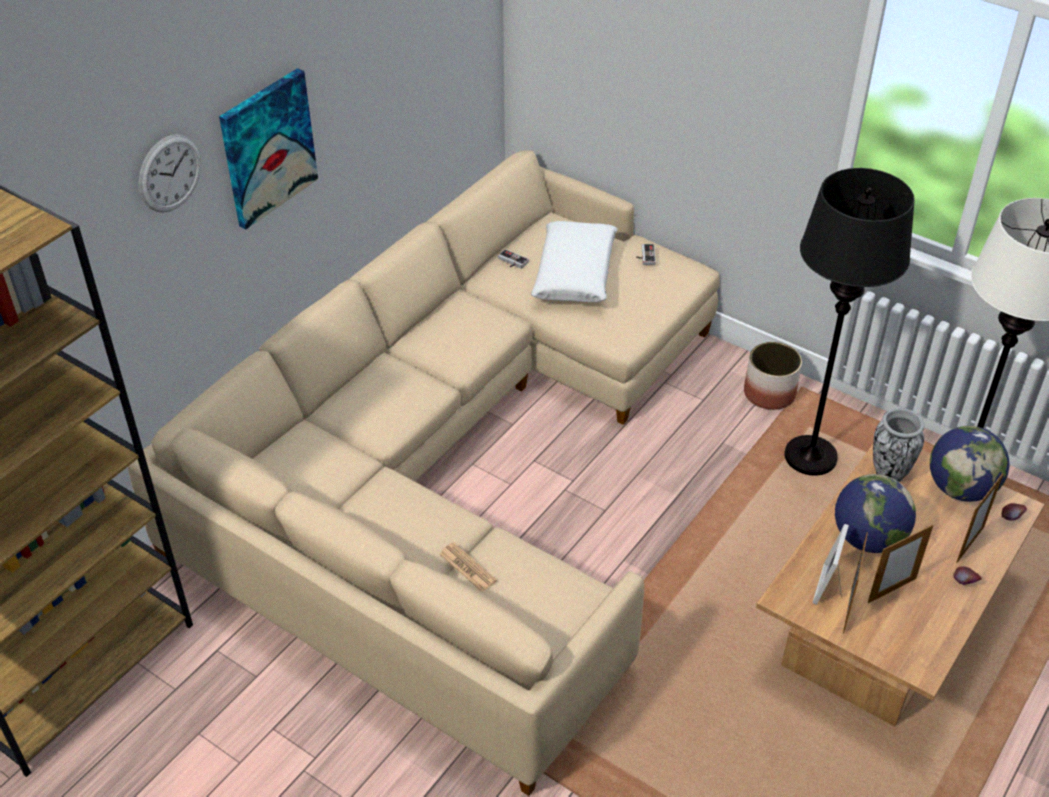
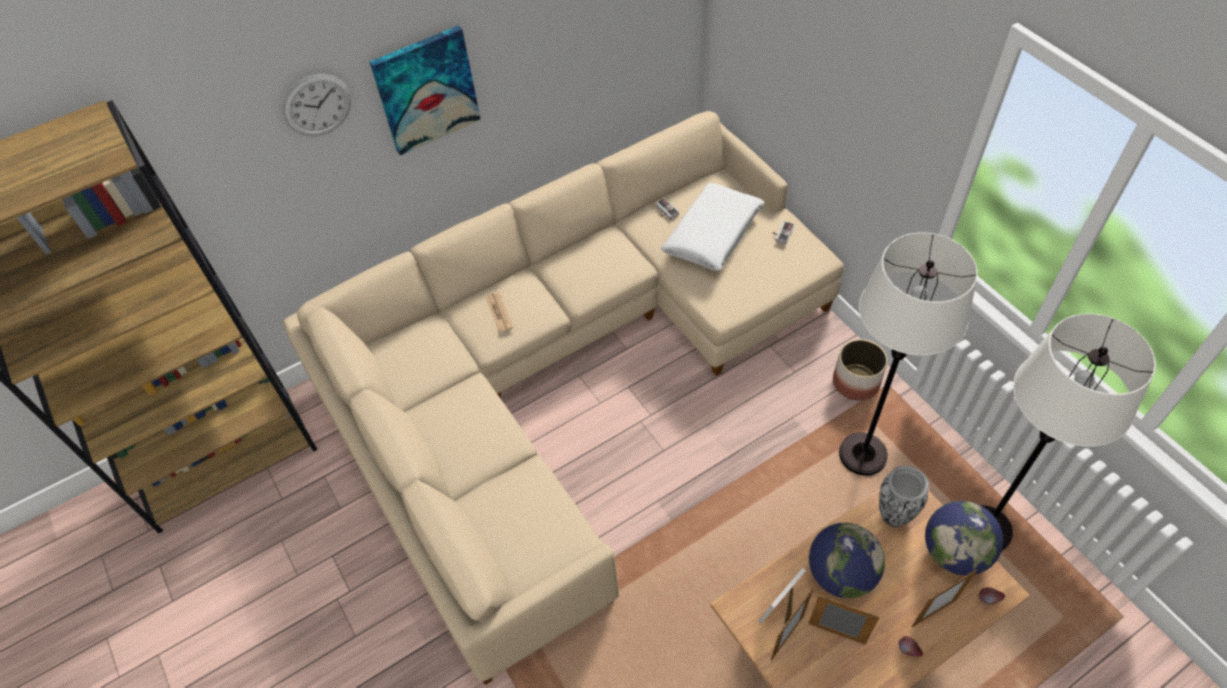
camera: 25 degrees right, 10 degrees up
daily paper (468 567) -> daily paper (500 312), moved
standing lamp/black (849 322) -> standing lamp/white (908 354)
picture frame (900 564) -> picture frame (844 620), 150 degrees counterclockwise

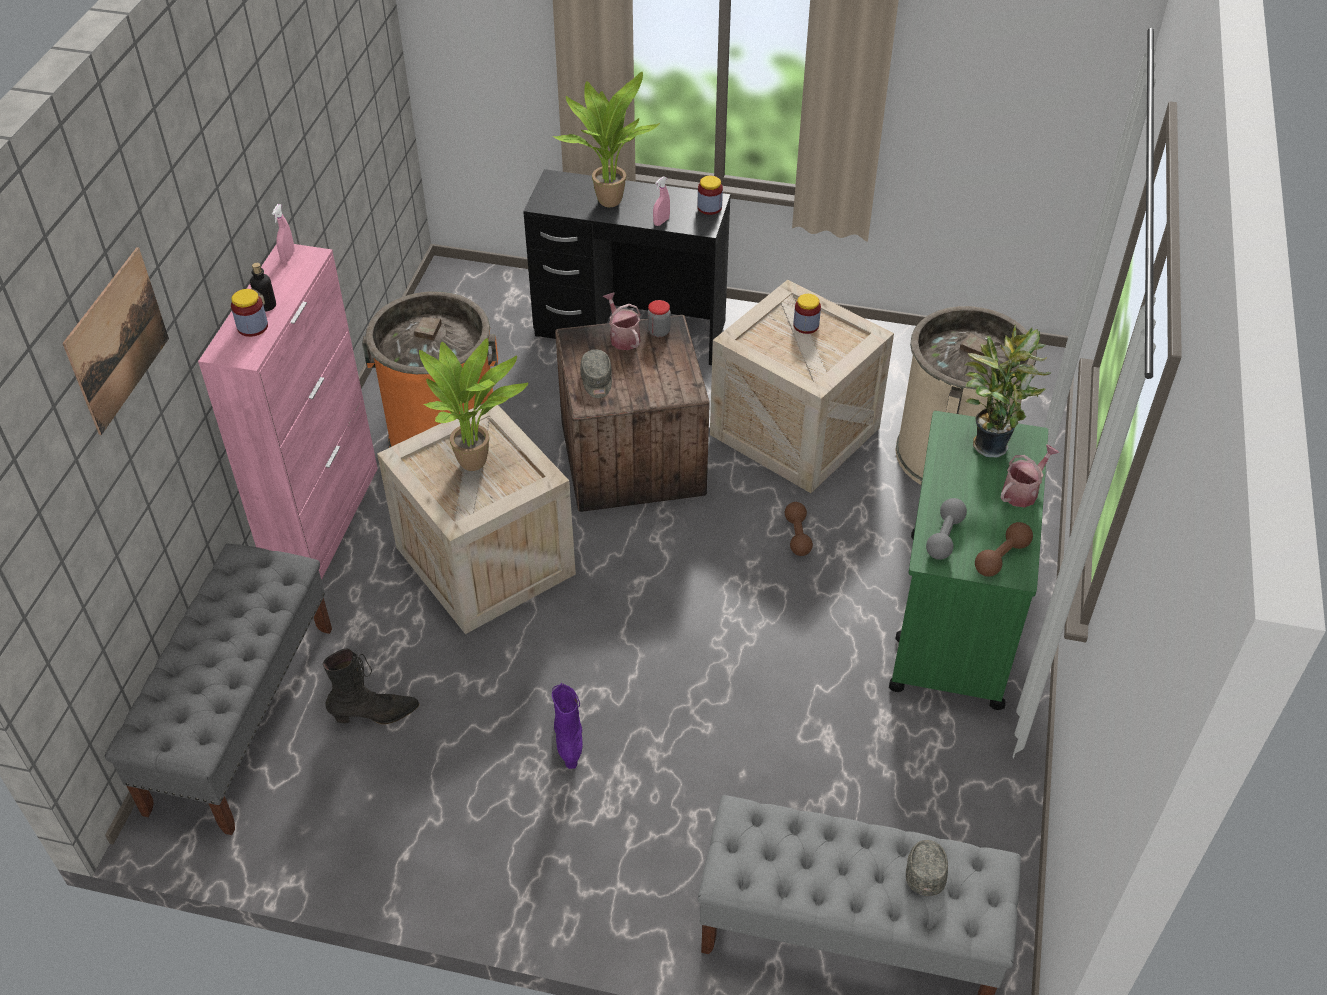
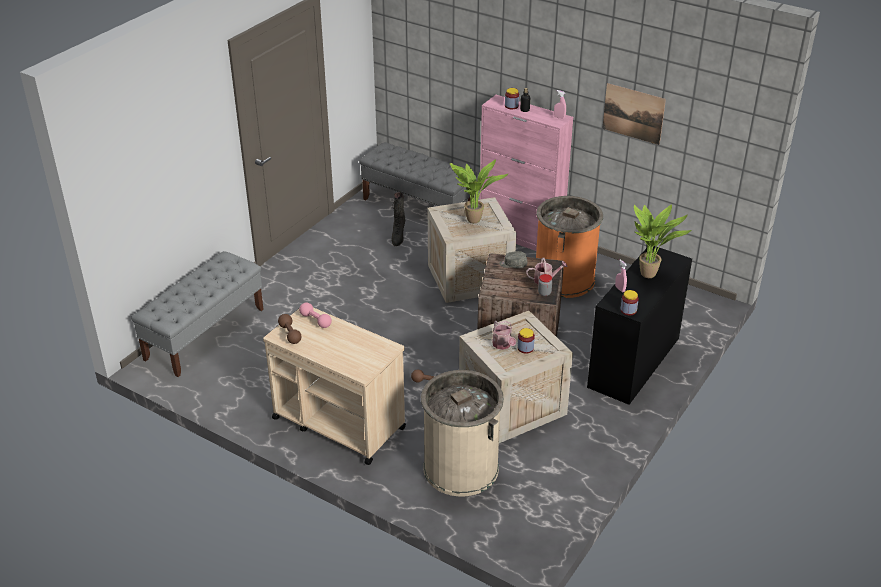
camera: 110 degrees right, 10 degrees down
boot/purple-coloured (567 726) -> none
cap/gray (927 868) -> none
potted plant (1008 391) -> none
wall picture (116 341) -> wall picture (634 114), moved
watering can (1029 476) -> watering can (504 335), moved
trolley/green-coloured (968 560) -> trolley/beige-coloured (334 386)
free weight/gray (946 529) -> free weight/pink (315 315)

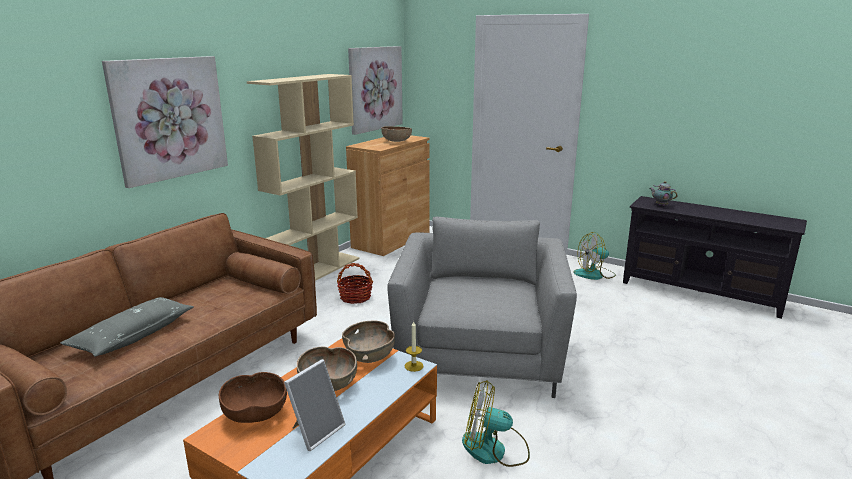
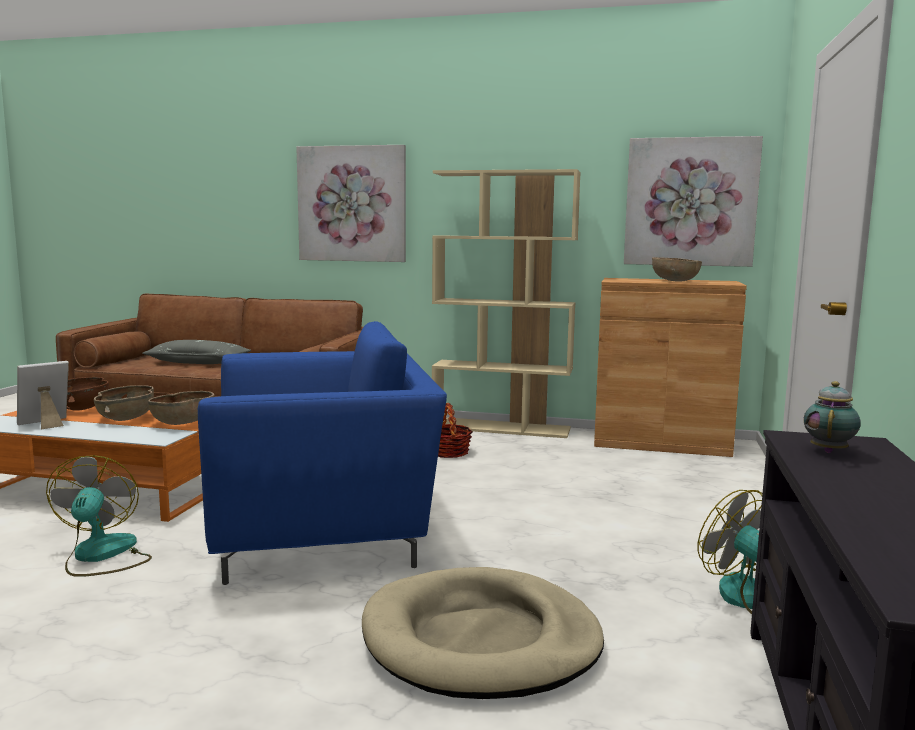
camera: 70 degrees right, 10 degrees down
wax light (413 346) -> none
none -> pet bed/beige-coloured (483 633)
lounge chair/gray (482 307) -> lounge chair/bluish (322 453)
picture frame (315 405) -> picture frame (43 395), 120 degrees clockwise

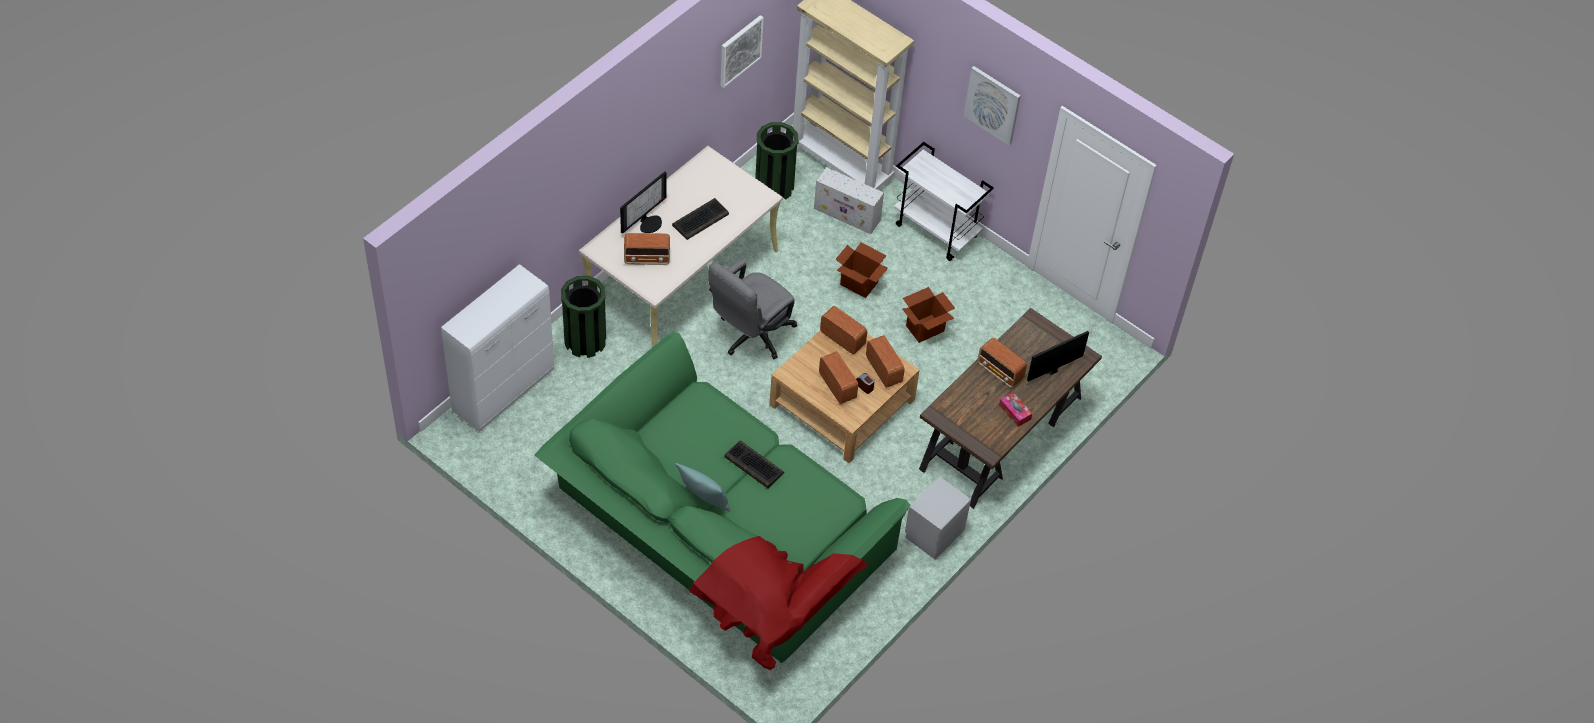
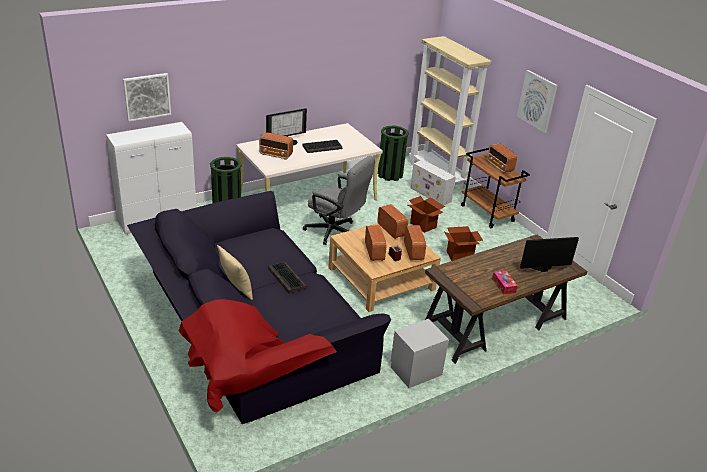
camera: 20 degrees right, 20 degrees down
wall picture (742 51) -> wall picture (147 97), moved
radio receiver (1002 363) -> radio receiver (502 158), moved
couch/green-coloured (722 500) -> couch/black (259 307)
throw pillow/blue-green (703 487) -> throw pillow/beige-coloured (235 272)
trolley/white (944 201) -> trolley/brownish (495 188)
office chair/gray (752 309) -> office chair/gray (339 200), 120 degrees counterclockwise

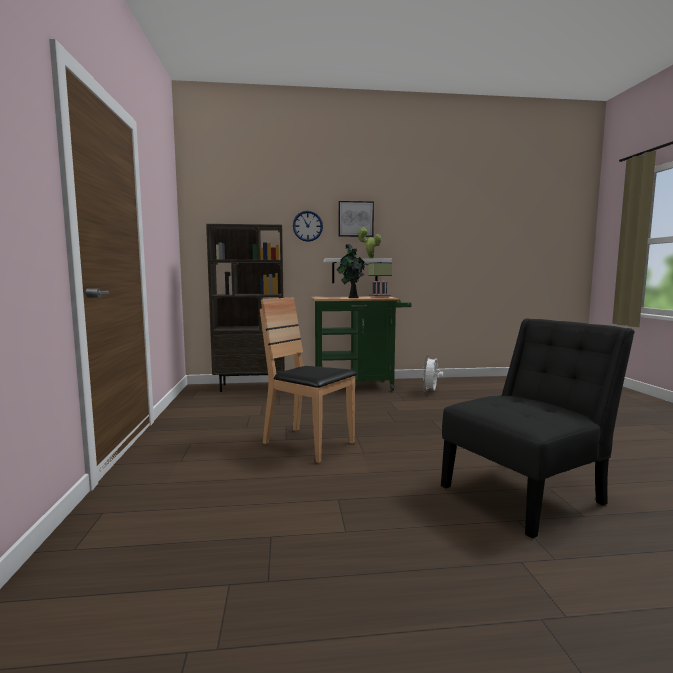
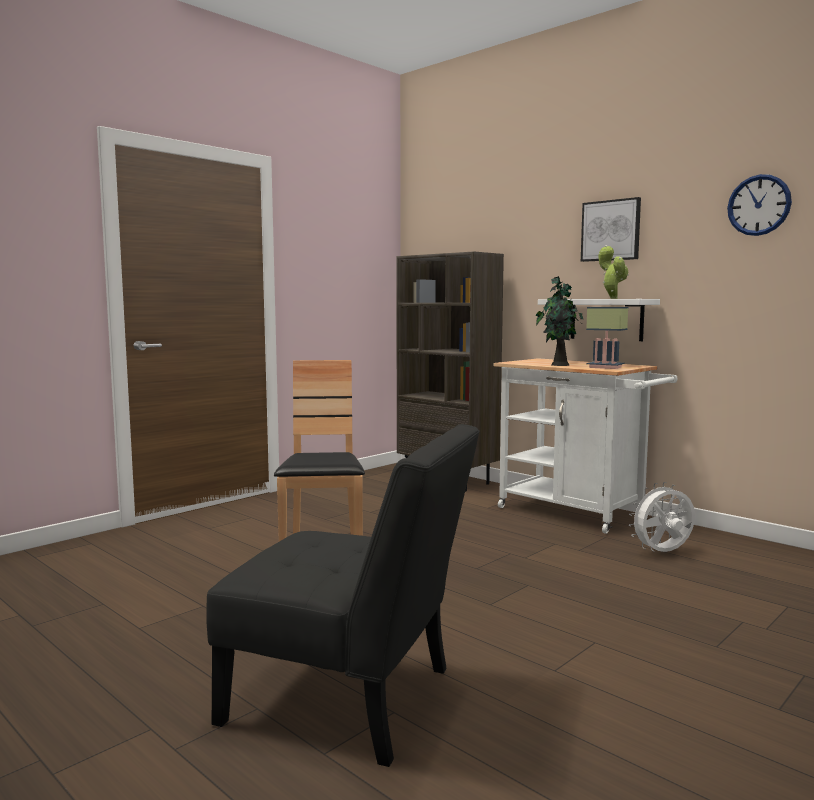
camera: 50 degrees right, 0 degrees up
clock on the wall (308 226) -> clock on the wall (759 205), moved
trolley/green-coloured (361 343) -> trolley/white (585 446)

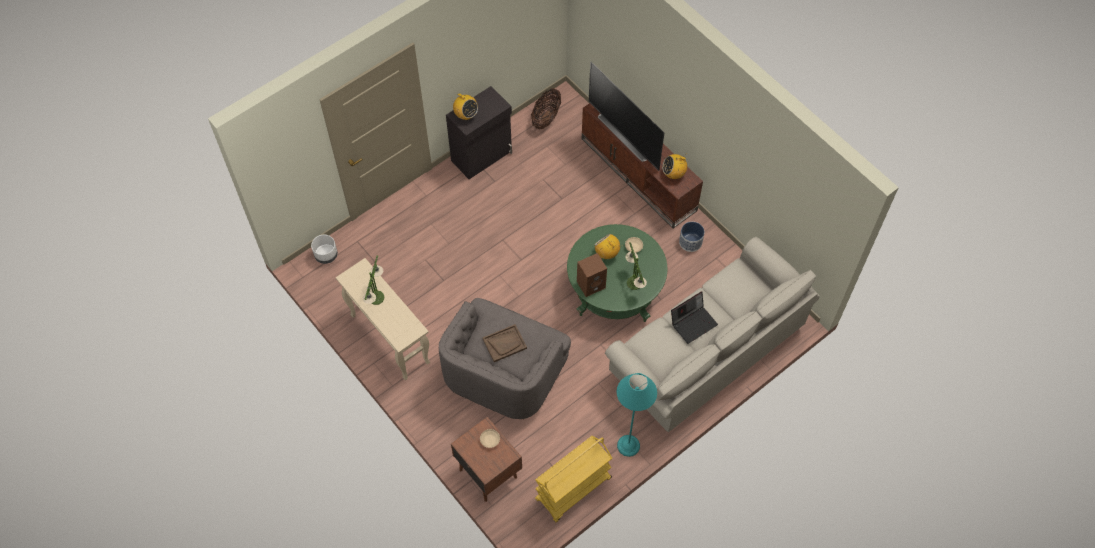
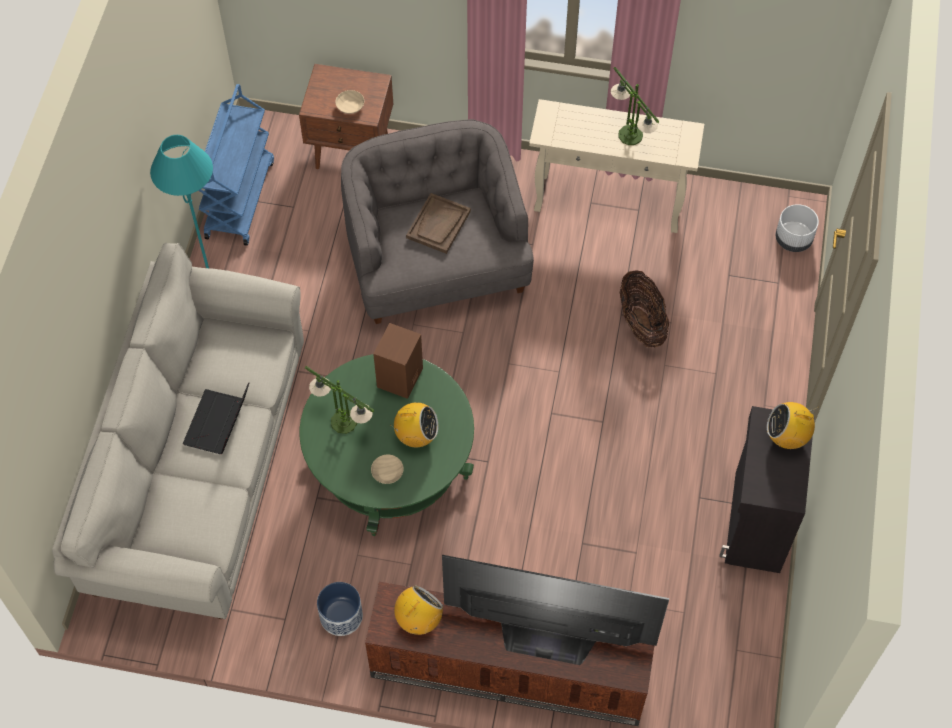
camera: 140 degrees right, 0 degrees up
storage basket (546 108) -> storage basket (644 309), moved
trolley/yellowish (573 479) -> trolley/bluish (236 165)

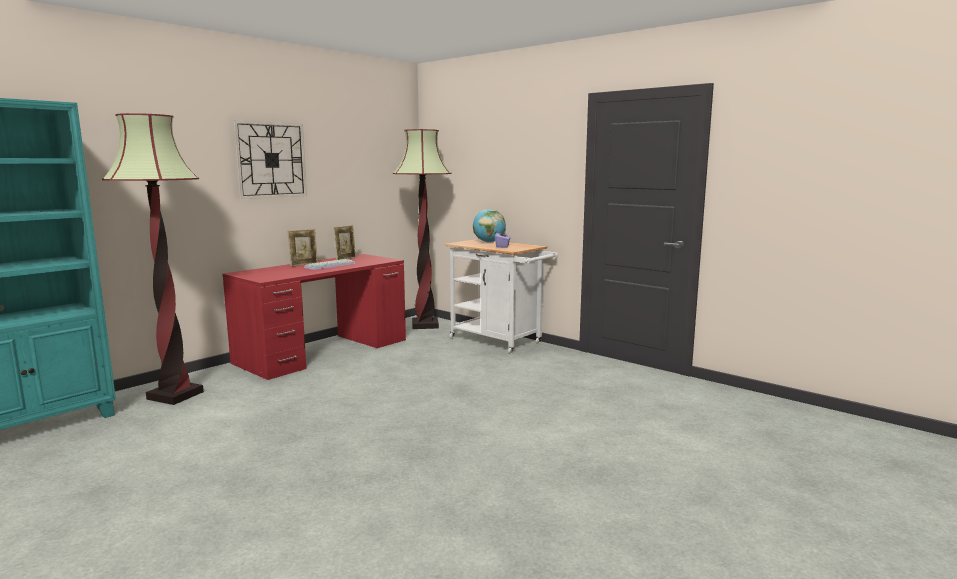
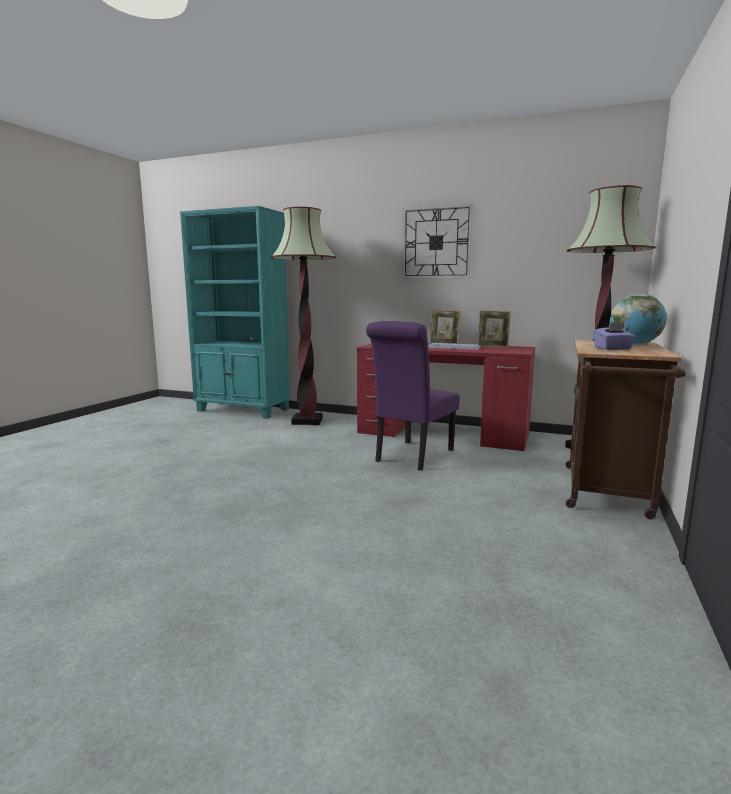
camera: 70 degrees right, 0 degrees up
none -> chair/purple-coloured (413 396)
trolley/white (501 296) -> trolley/brownish (625 429)

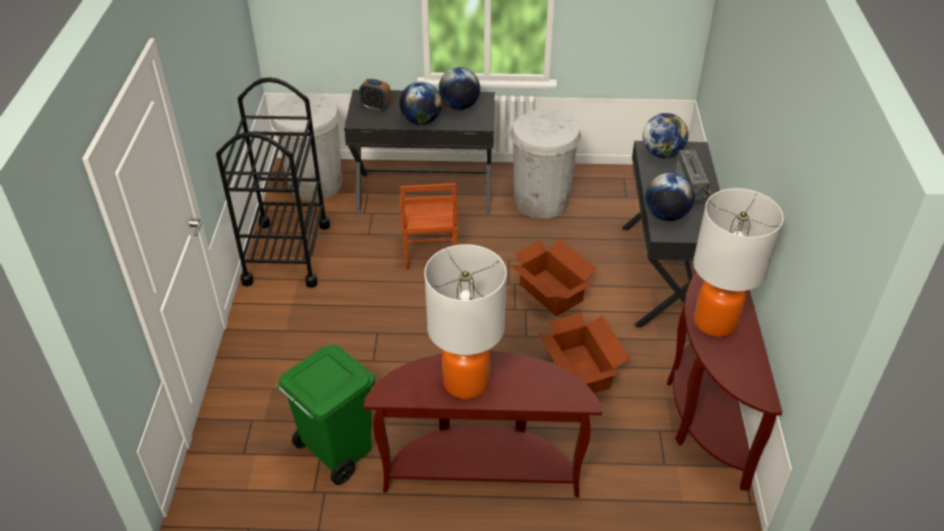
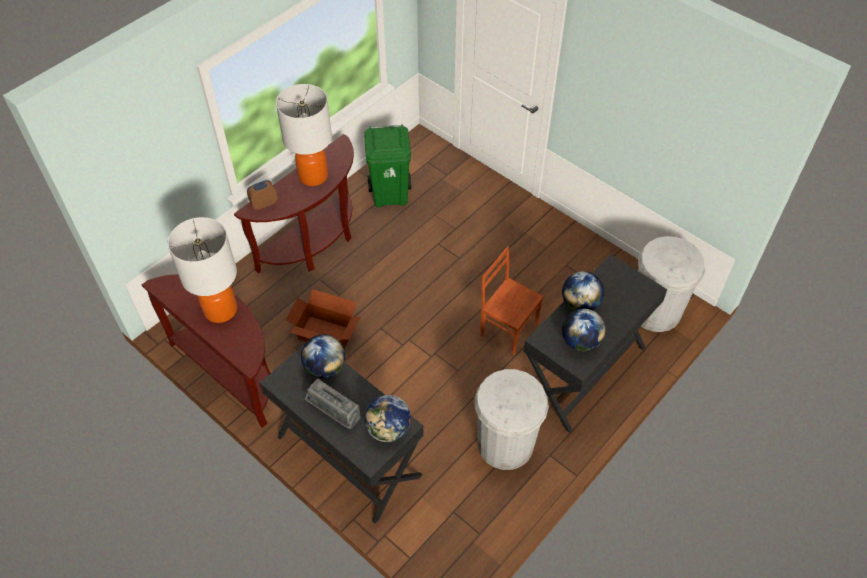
camera: 130 degrees right, 10 degrees up
trolley/black (273 182) -> none
cardboard box (553 277) -> none
alarm clock (375 95) -> alarm clock (262 195), moved

